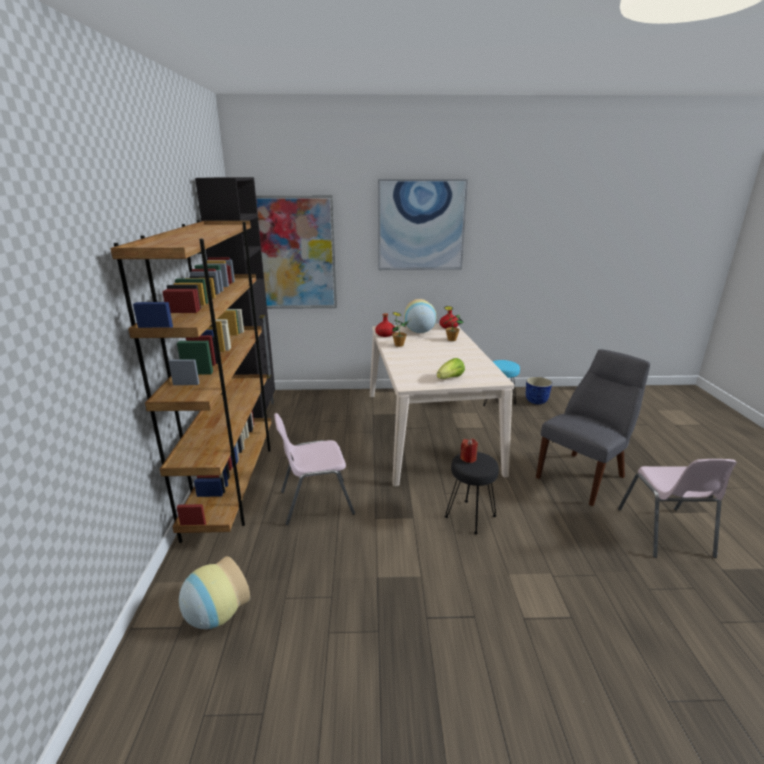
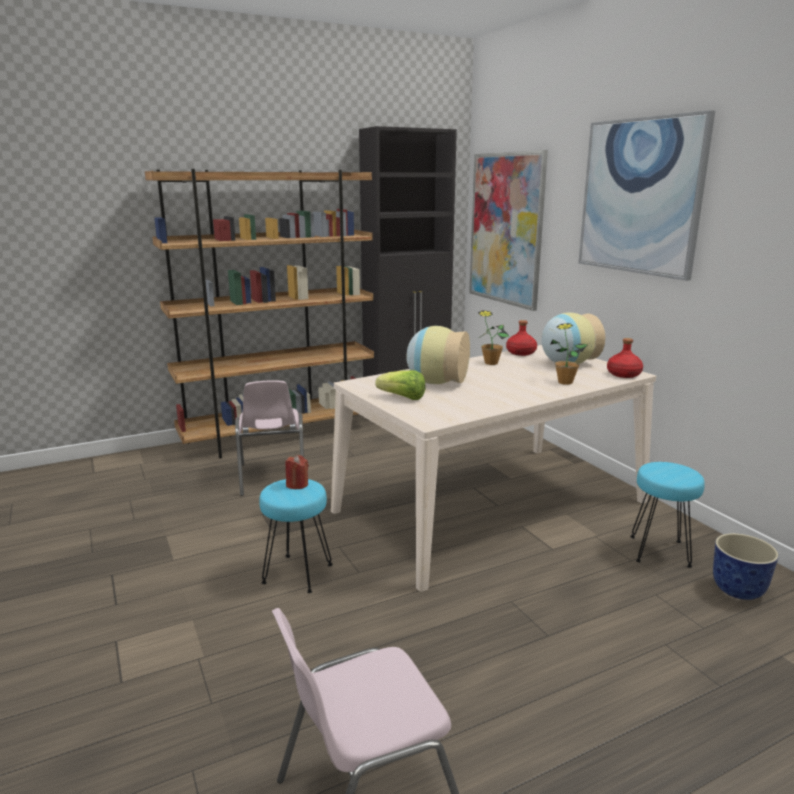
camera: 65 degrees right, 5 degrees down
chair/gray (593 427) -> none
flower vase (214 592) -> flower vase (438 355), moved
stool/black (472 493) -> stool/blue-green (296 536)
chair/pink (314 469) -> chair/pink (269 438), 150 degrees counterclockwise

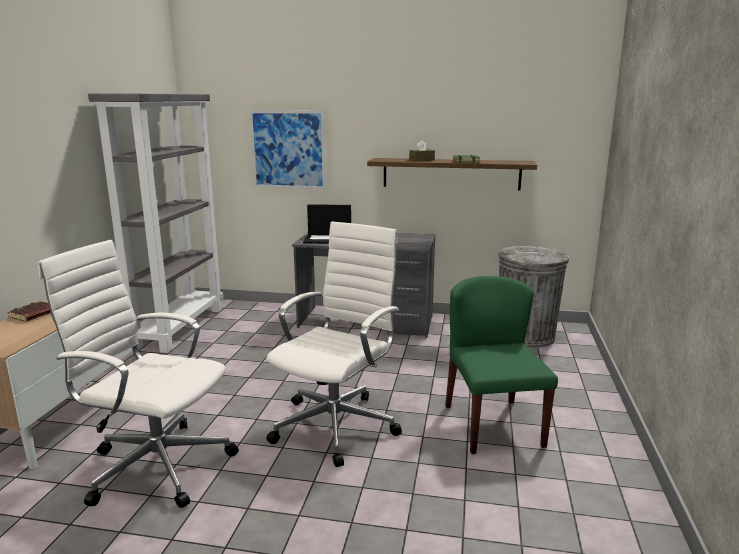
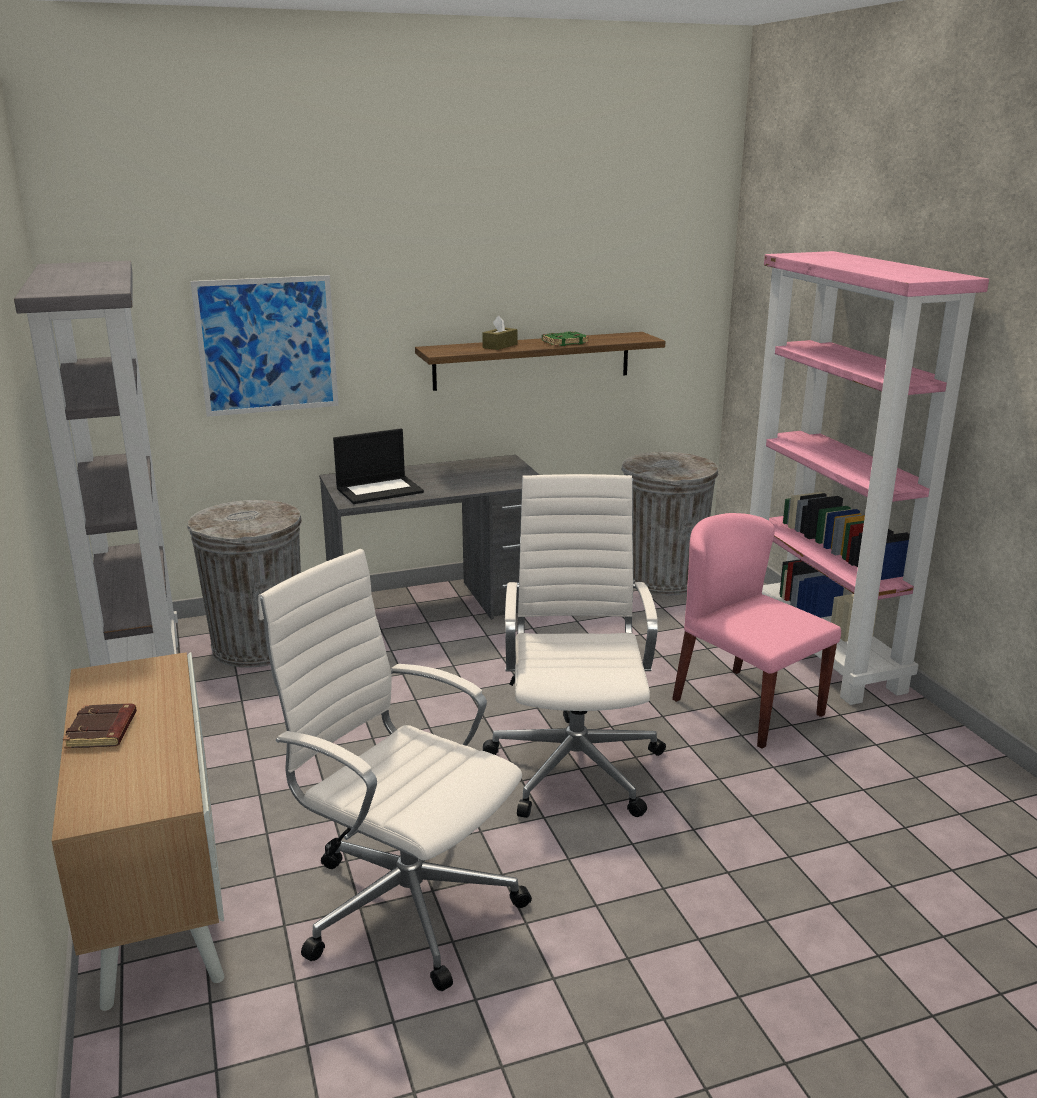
camera: 30 degrees left, 5 degrees up
none -> trash can/gray (244 584)
none -> shelving unit/pink (869 478)
chair/green-coloured (501 365) -> chair/pink (756 631)
office chair/white (138 374) -> office chair/white (395 770), 45 degrees clockwise

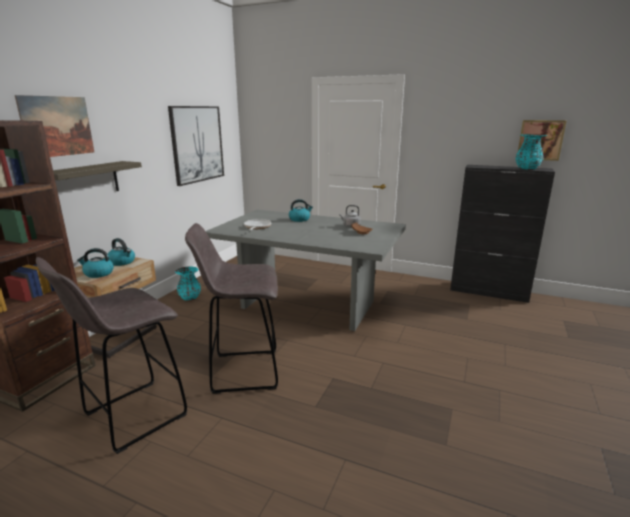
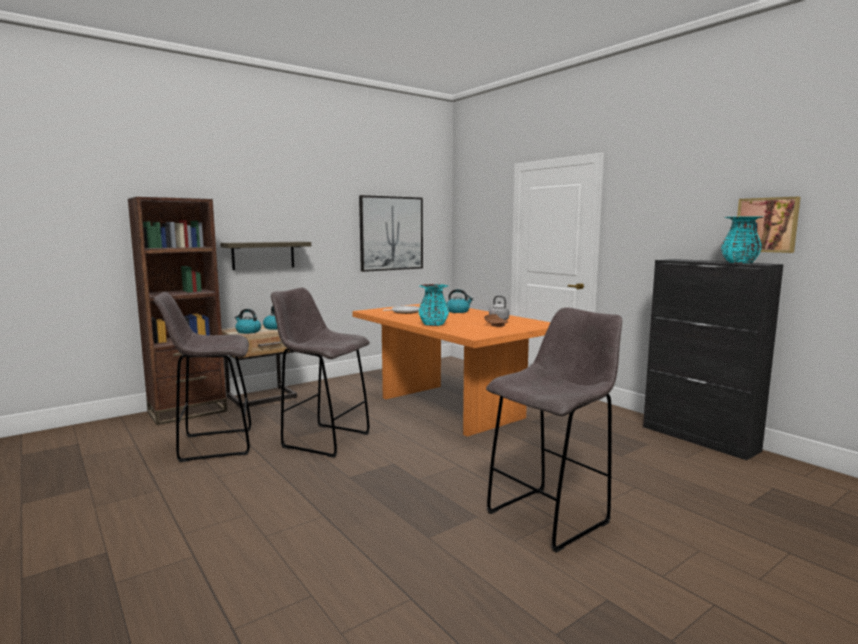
camera: 30 degrees right, 10 degrees down
wall picture (54 126) -> none
none -> stool/gray (554 430)
flower vase/blue-green (188 283) -> flower vase/blue-green (434 305), moved
dining table/gray (306 270) -> dining table/orangey (451 370)

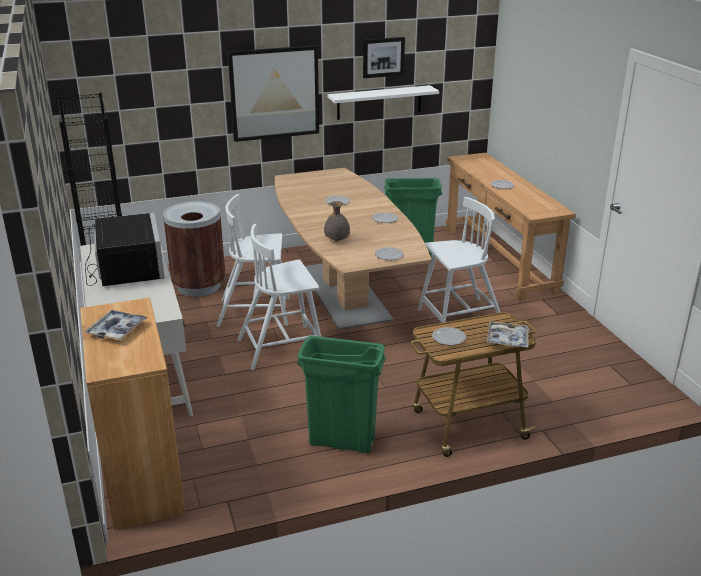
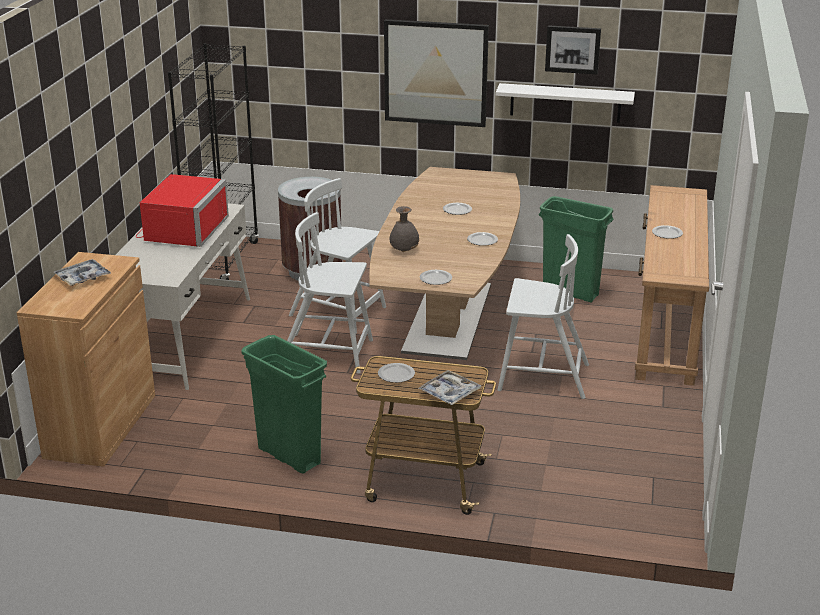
camera: 30 degrees right, 0 degrees up
microwave oven/black (125 249) -> microwave oven/red-coloured (182 210)

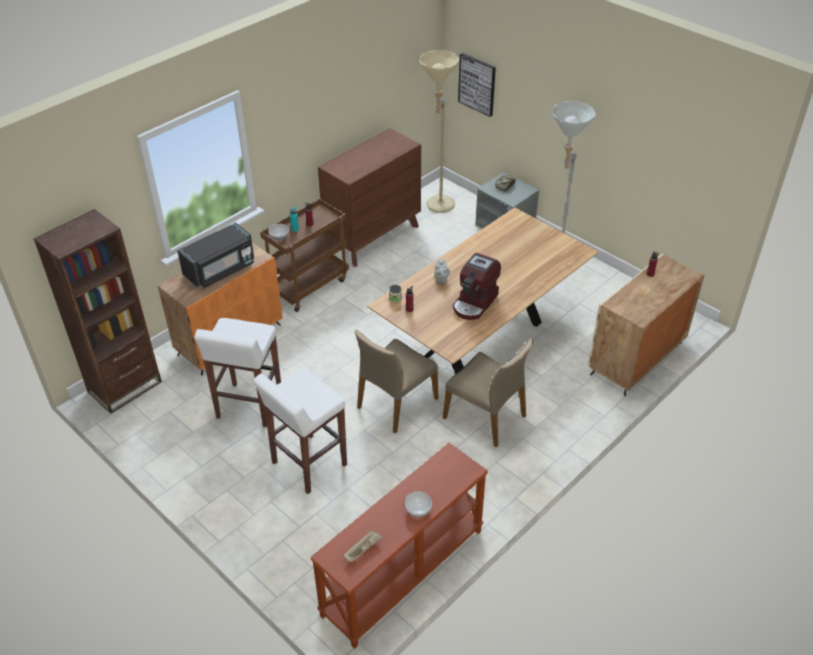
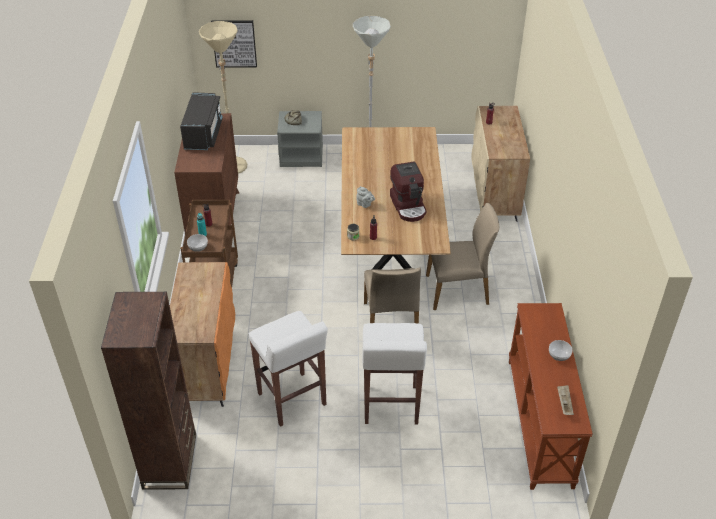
camera: 45 degrees left, 0 degrees up
microwave oven/black (215 255) -> microwave oven/black (201 121), moved

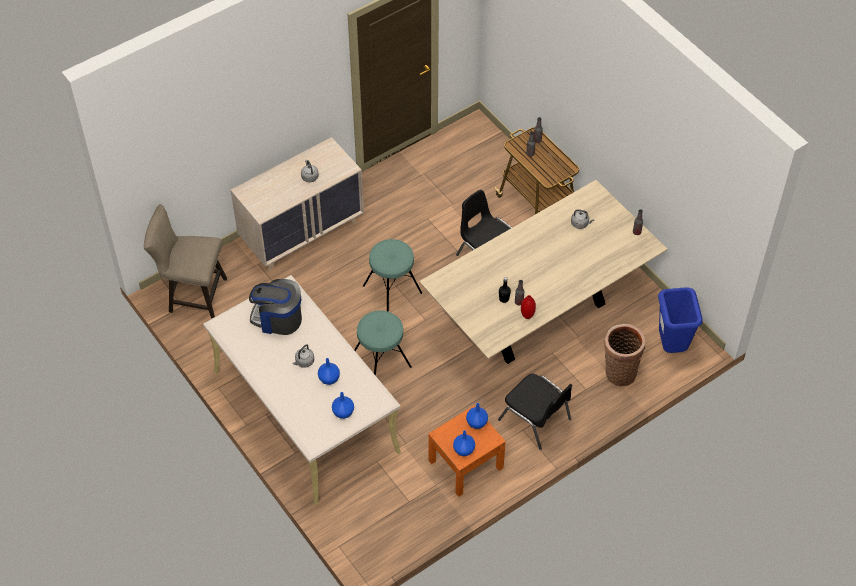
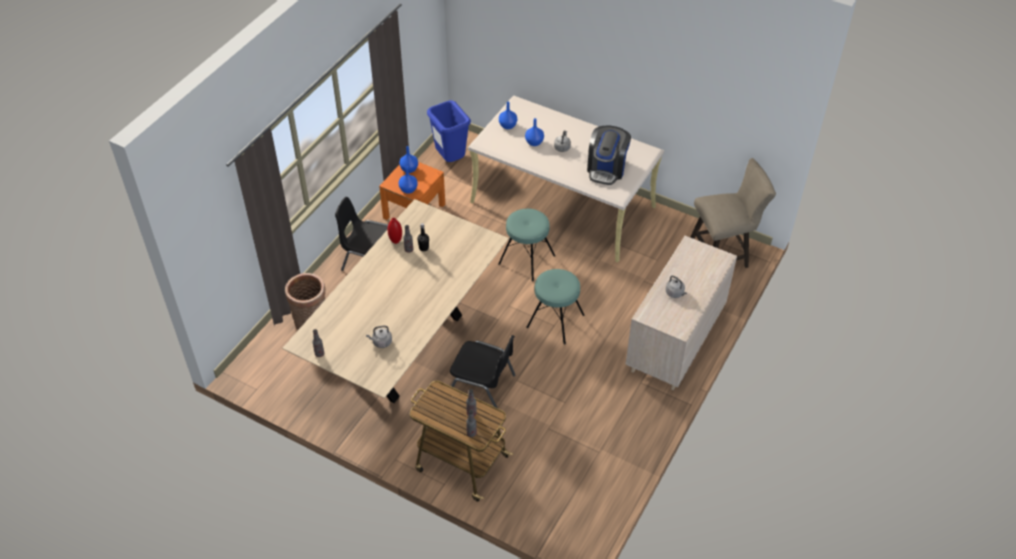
camera: 155 degrees right, 5 degrees down
trash can/bluish (680 320) -> trash can/bluish (449 131), moved
coffee maker (275 307) -> coffee maker (609 155), 120 degrees clockwise

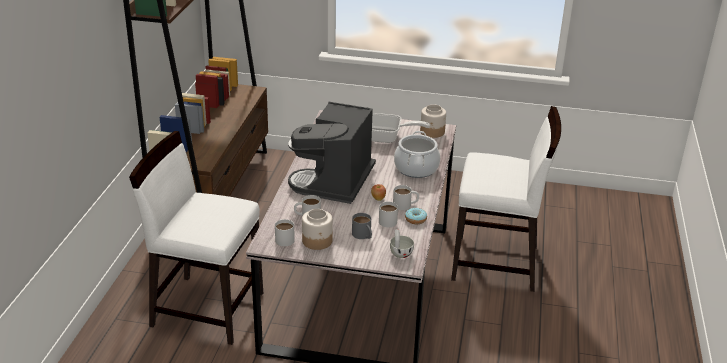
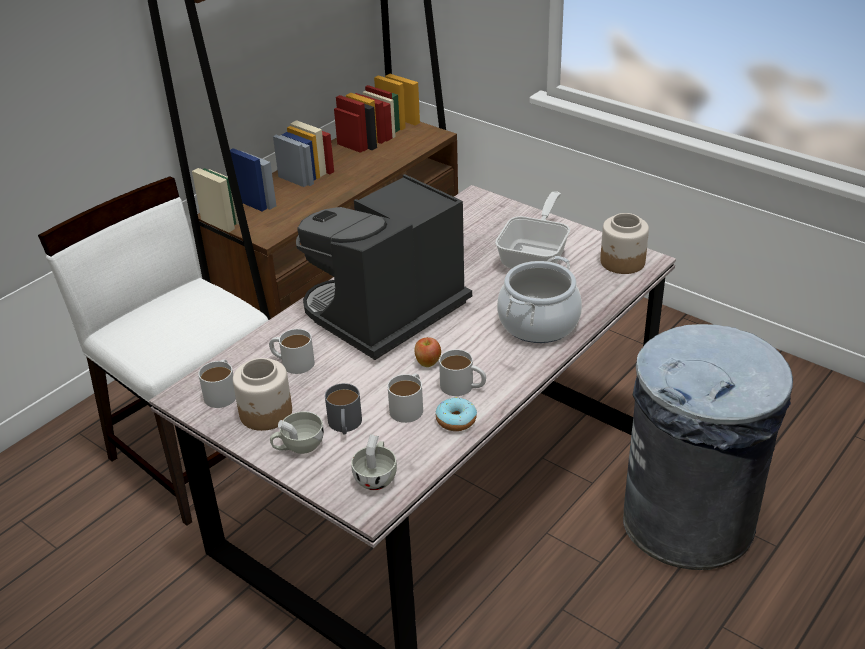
camera: 30 degrees right, 5 degrees up
none -> drinking cup/white (297 432)
chair/white (506 199) -> trash can/gray (708 447)
skillet (401 128) -> skillet (532 230), 105 degrees counterclockwise

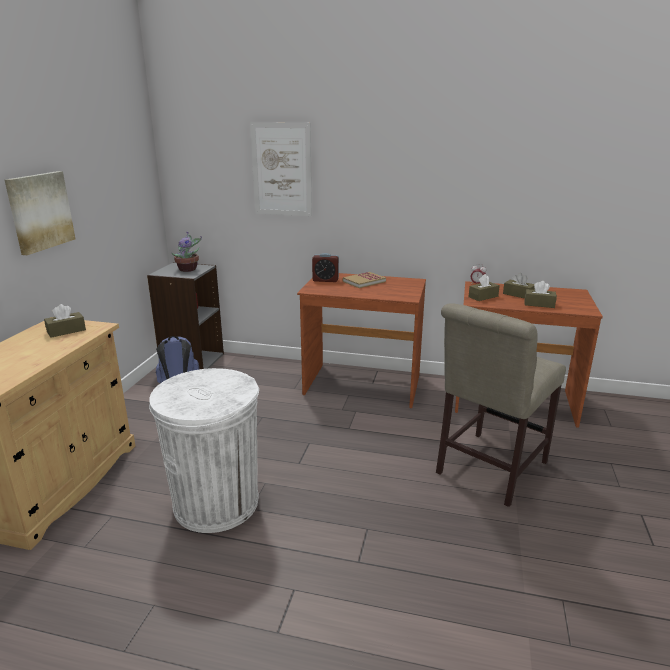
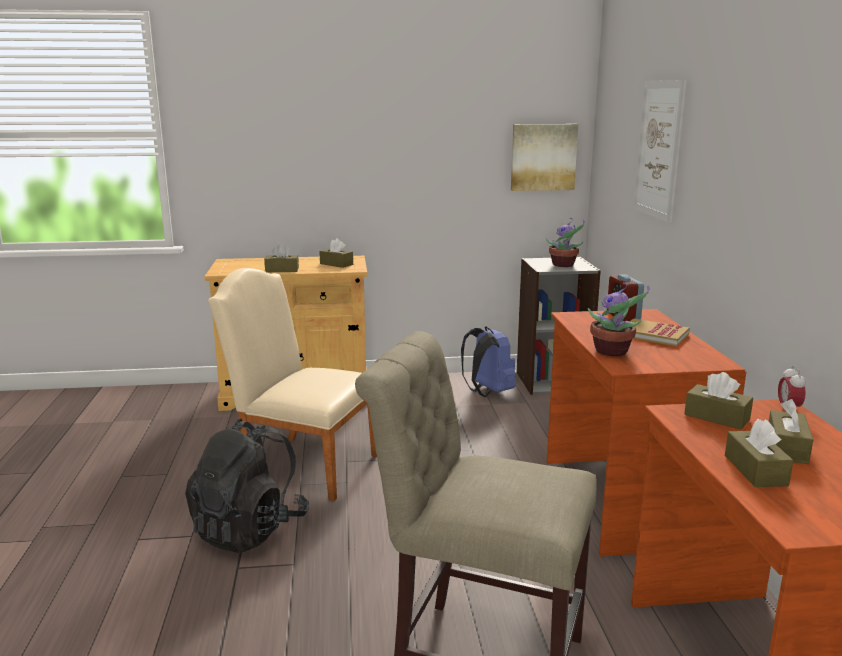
camera: 70 degrees right, 5 degrees down
none -> backpack/black (247 486)
none -> box of tissues/brownish (281 258)
none -> potted plant (619 319)
wall picture (40 213) -> wall picture (544 157), moved
trash can/white (204 450) -> chair/beige-coloured (292 384)

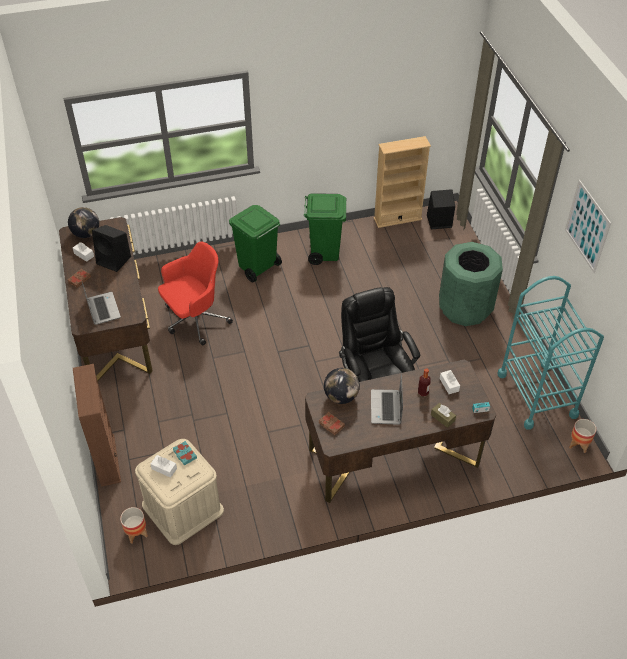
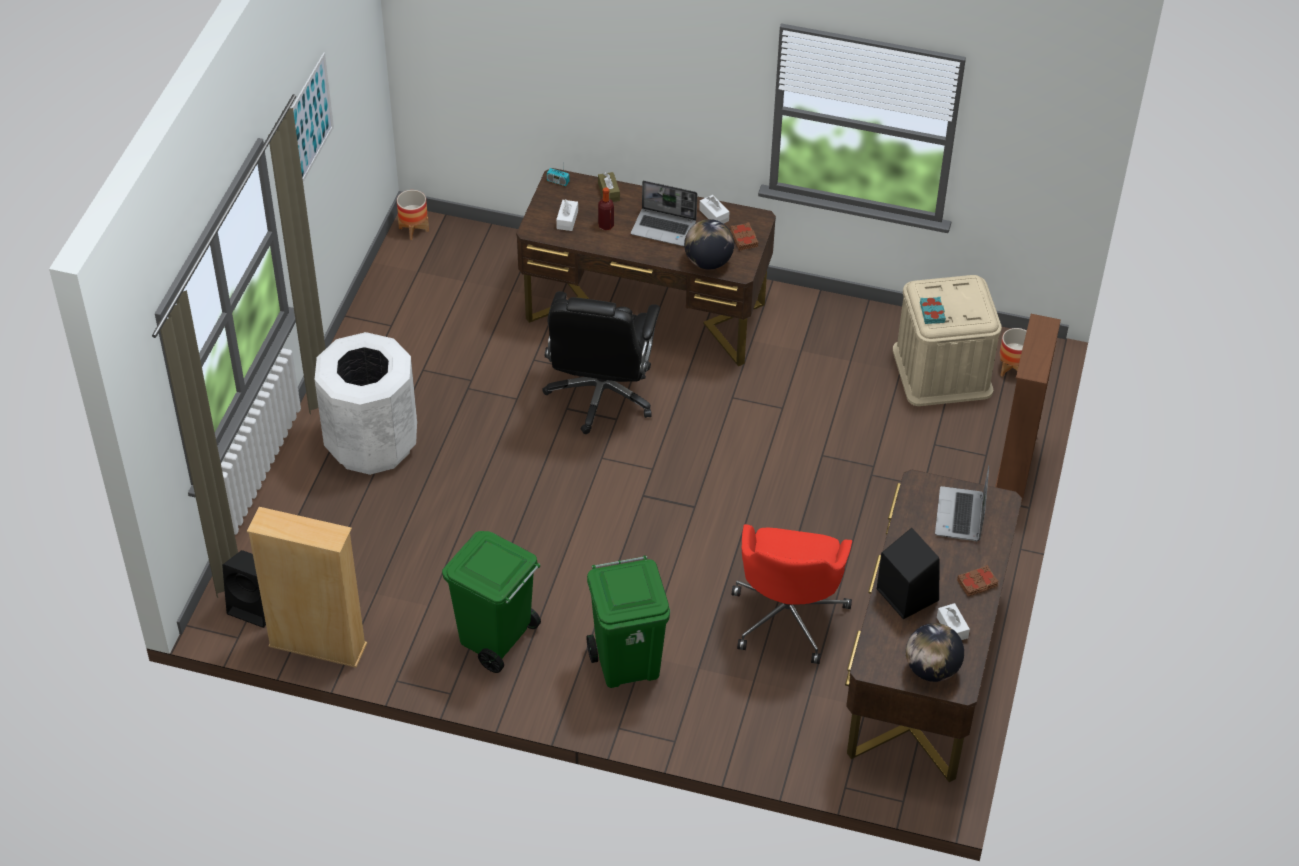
camera: 150 degrees left, 0 degrees up
trolley/blue-green (550 353) -> none
box of tissues/white (164 466) -> box of tissues/white (714 209), moved
trash can/green-coloured (471 284) -> trash can/white (366 403)
office chair/red-coloured (195 293) -> office chair/red-coloured (792 594), 75 degrees counterclockwise
portable computer (387 399) -> portable computer (664 213), 75 degrees clockwise

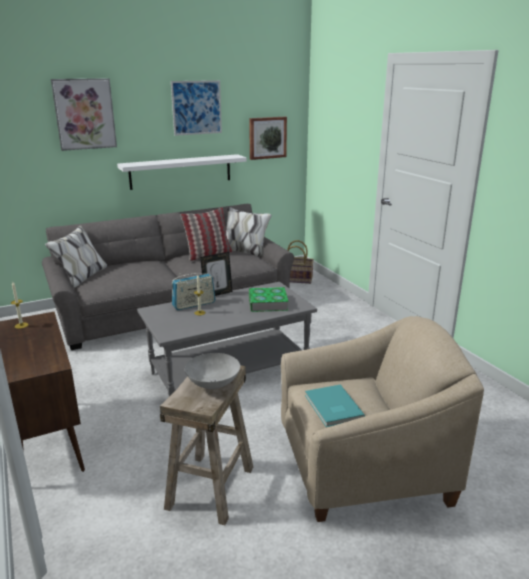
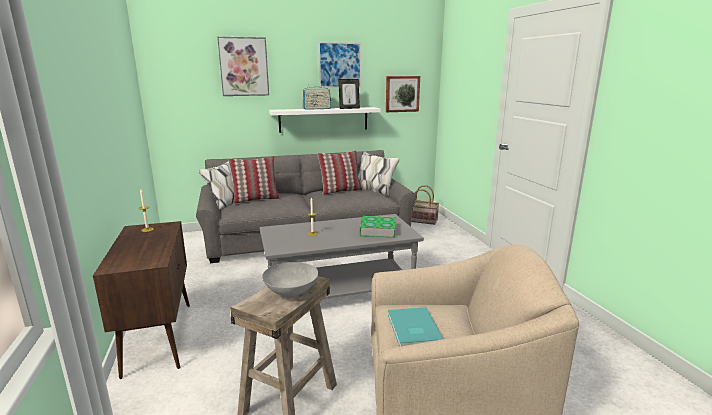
camera: 10 degrees right, 5 degrees down
none -> throw pillow (254 179)
radio receiver (194 291) -> radio receiver (316 97), moved
picture frame (216 274) -> picture frame (349 94), moved

